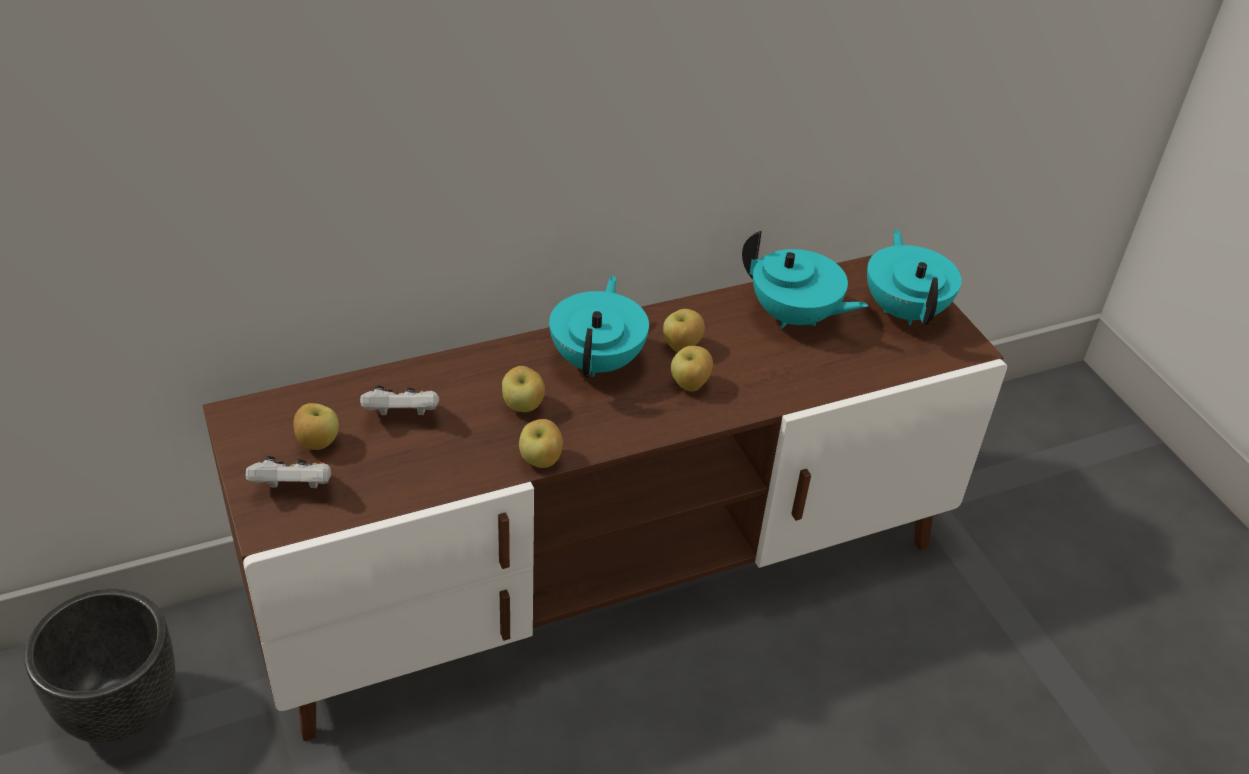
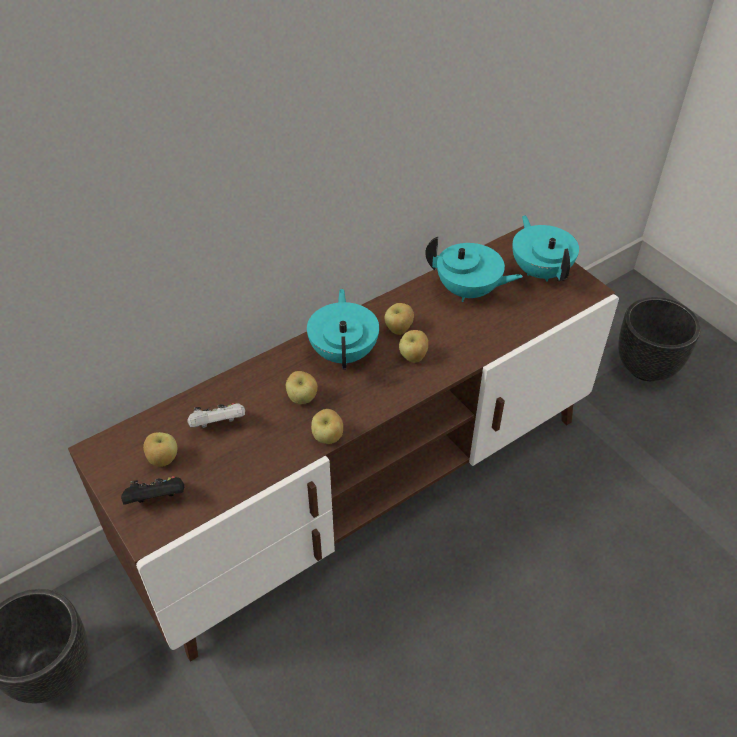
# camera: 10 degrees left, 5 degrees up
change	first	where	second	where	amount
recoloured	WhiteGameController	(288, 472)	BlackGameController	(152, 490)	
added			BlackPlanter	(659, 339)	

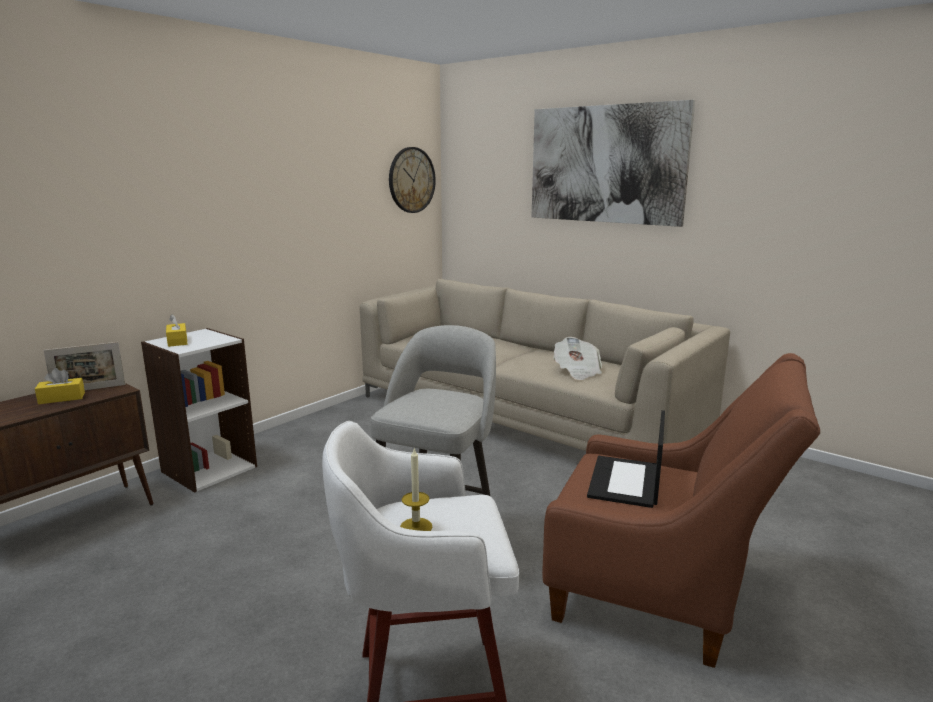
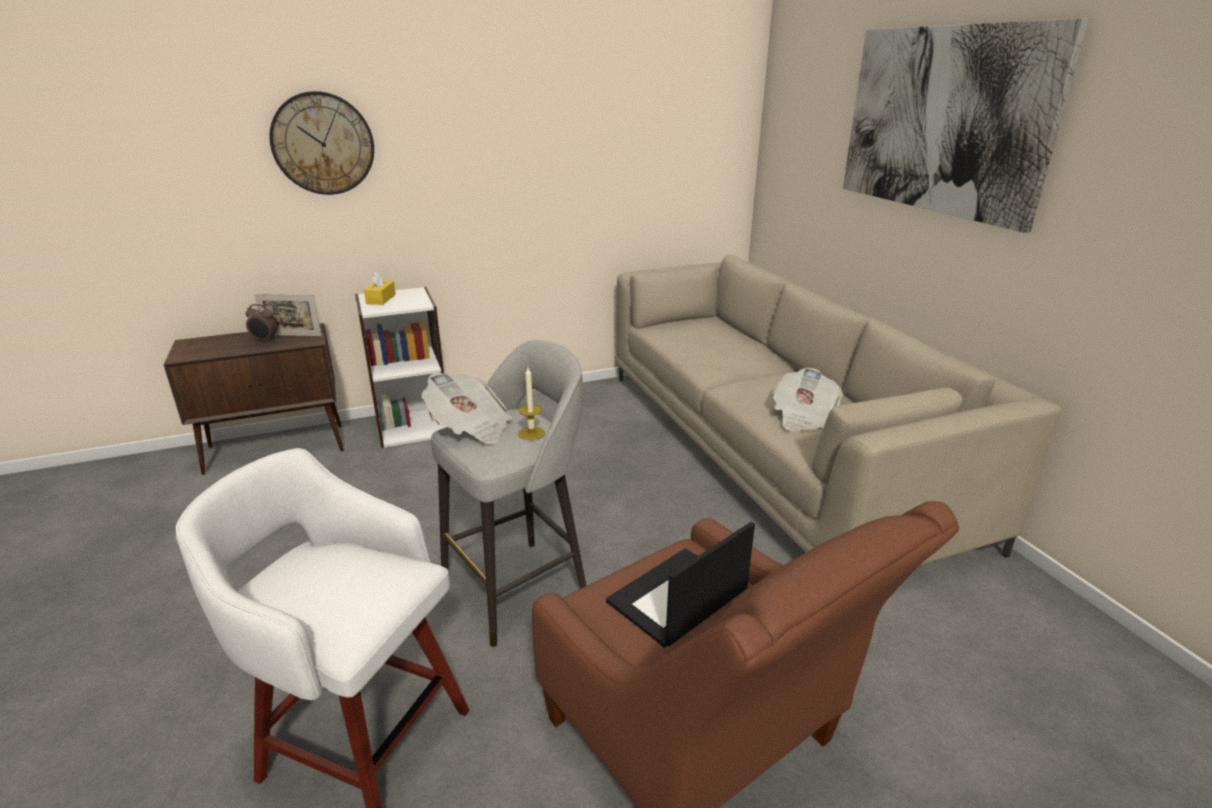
# camera: 30 degrees right, 10 degrees up
change	first	where	second	where	amount
replaced	YellowTissueBox	(60, 386)	AlarmClock	(261, 323)	
moved	WallClock	(412, 180)		(321, 143)	
added			Newspaper	(466, 408)	
moved	Candle	(416, 489)		(531, 404)	

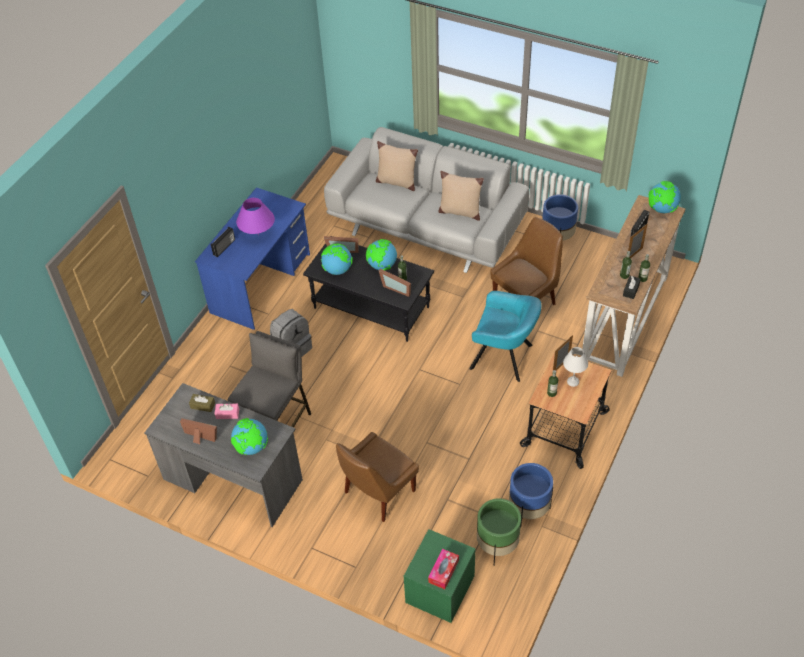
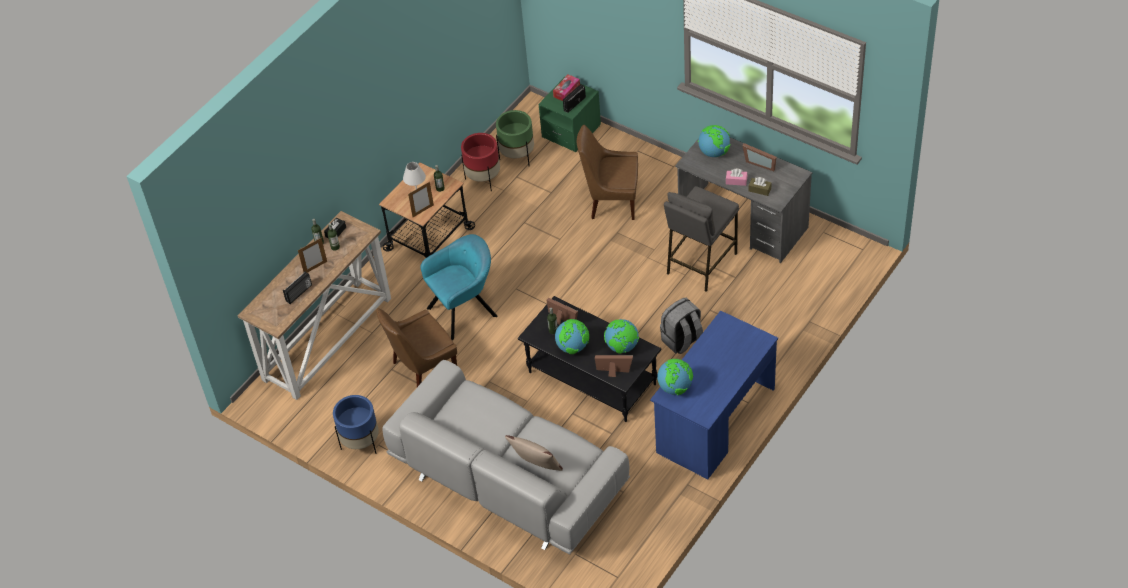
# camera: 170 degrees left, 0 degrees up
change	first	where	second	where	amount
turned	TurquoiseArmchair	(505, 336)		(458, 287)	120 degrees clockwise
recoloured	BluePlanter	(531, 495)	RedPlanter	(480, 162)	
moved	Radio	(223, 242)		(574, 98)	
turned	BrownChair	(377, 477)		(607, 172)	135 degrees counterclockwise
moved	Globe	(665, 197)		(675, 377)	
removed	PurpleTableLamp	(255, 216)			
removed	BeigePillow	(461, 196)			

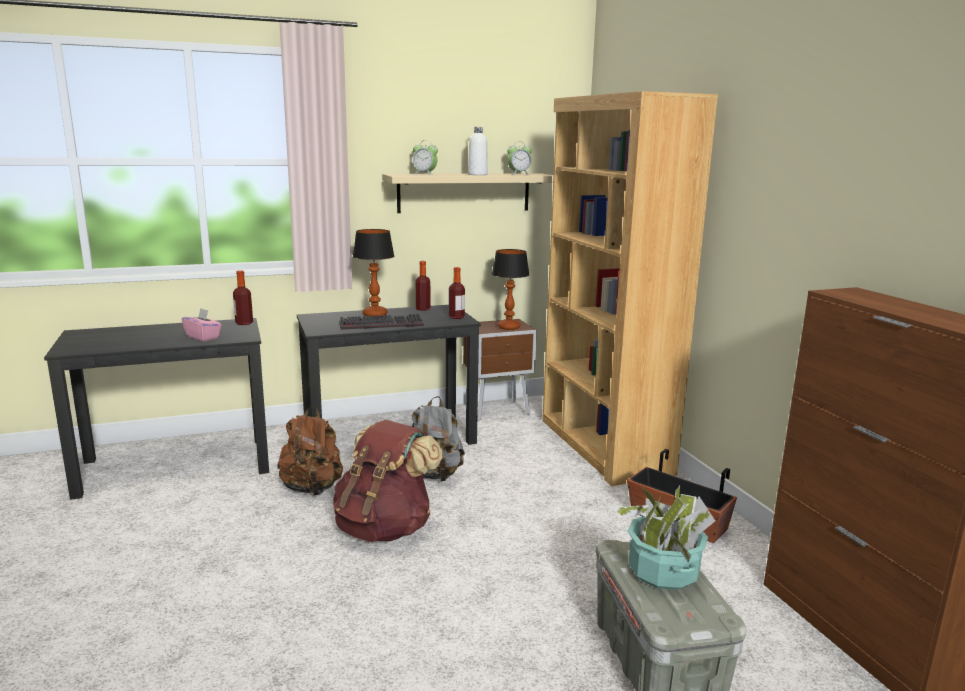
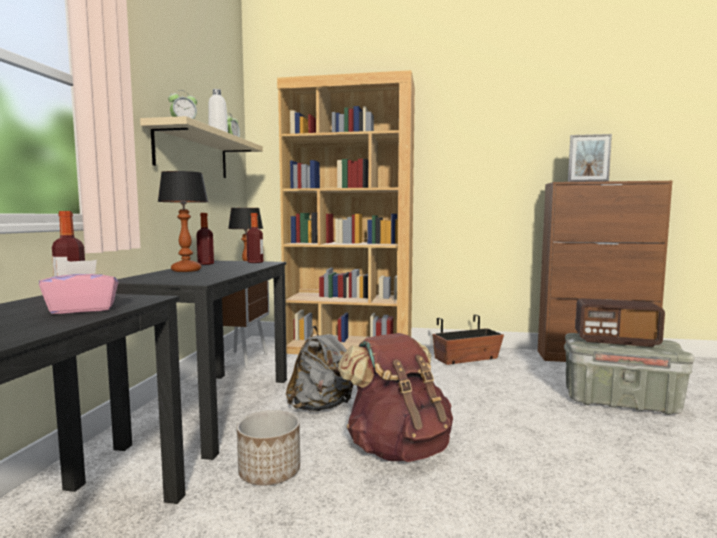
# camera: 60 degrees left, 10 degrees down
change	first	where	second	where	amount
replaced	BrownBackpack	(310, 451)	Planter	(268, 448)	
added			PictureFrame	(590, 158)	
replaced	PottedPlant	(663, 538)	Radio	(620, 322)	
removed	Keyboard	(381, 322)			

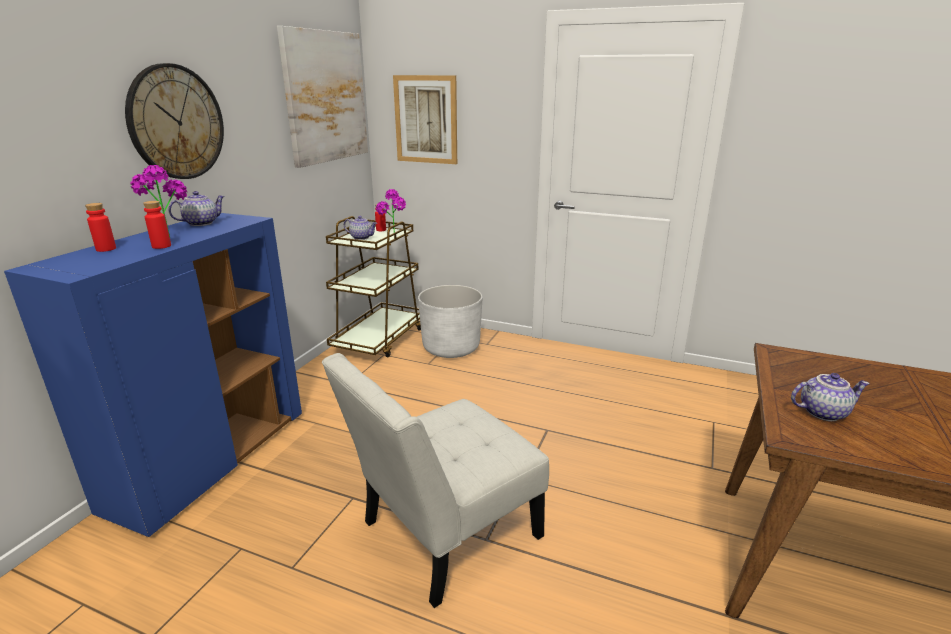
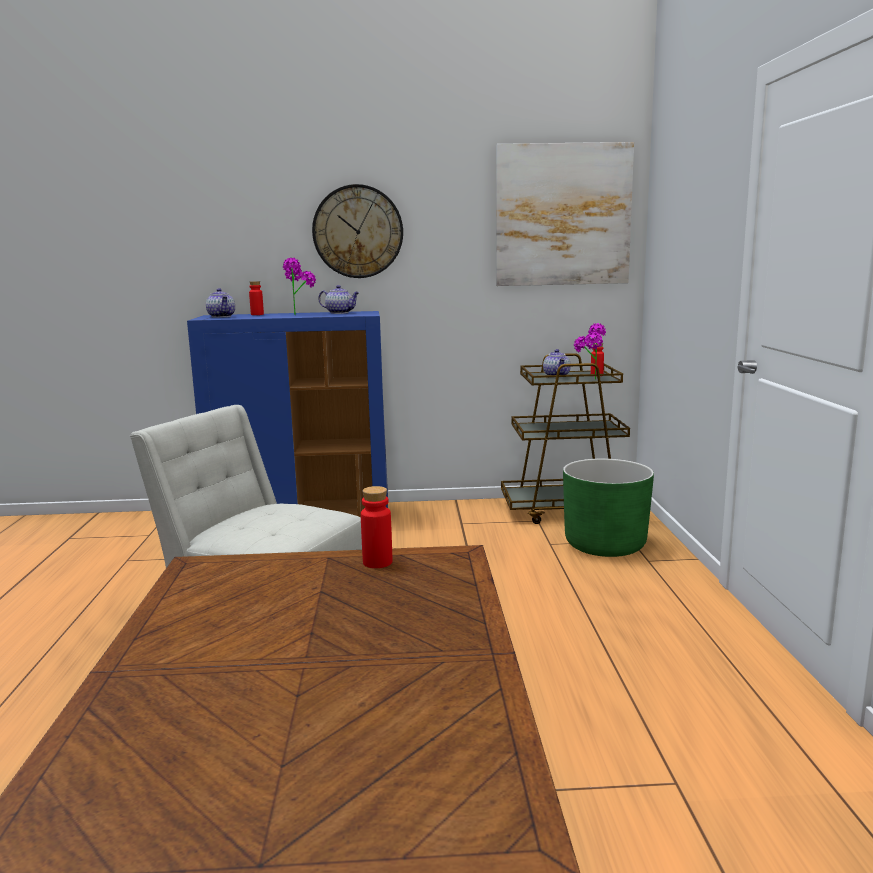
# camera: 65 degrees right, 10 degrees down
change	first	where	second	where	amount
moved	Teapot	(830, 397)		(220, 303)	
moved	RedBottle	(157, 225)		(376, 527)	
recoloured	WhitePlanter	(450, 321)	GreenPlanter	(608, 507)	
removed	Picture	(425, 119)			

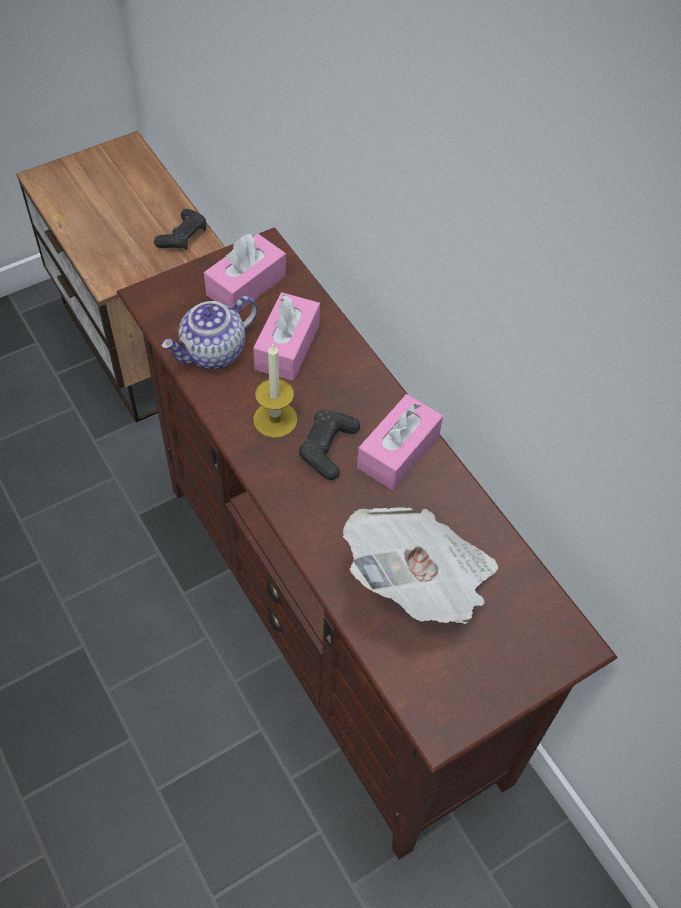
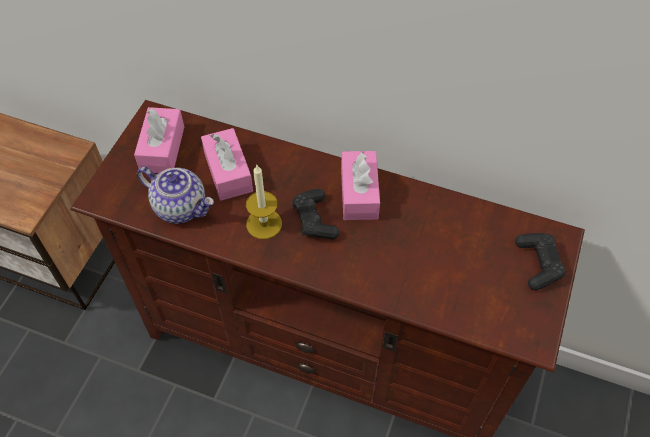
# camera: 35 degrees left, 0 degrees up
change	first	where	second	where	amount
turned	Teapot	(209, 332)		(175, 195)	75 degrees counterclockwise
moved	BlackGameController	(180, 229)		(540, 262)	
removed	Newspaper	(420, 565)			

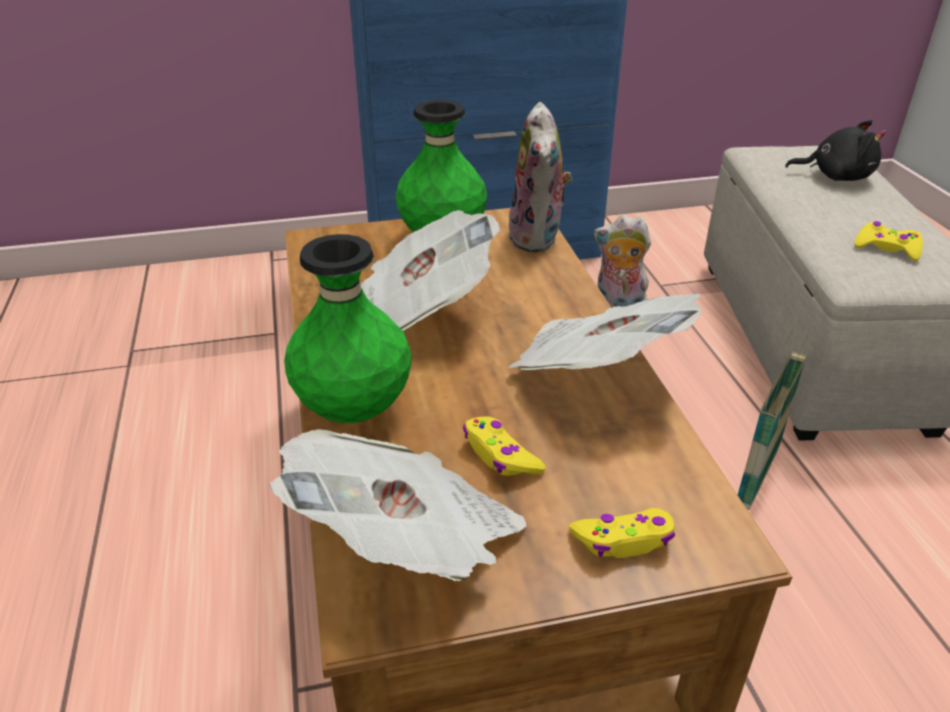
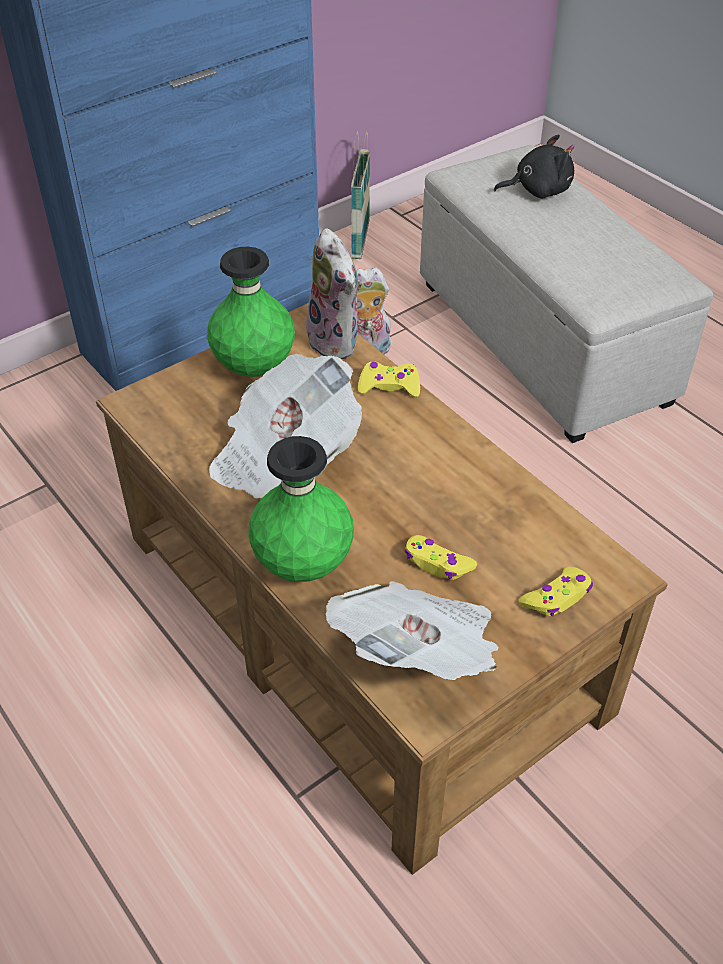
# camera: 25 degrees left, 10 degrees up
change	first	where	second	where	amount
moved	Basket	(773, 420)		(360, 195)	
moved	YellowGameController	(888, 241)		(389, 379)	
removed	Newspaper	(604, 332)			

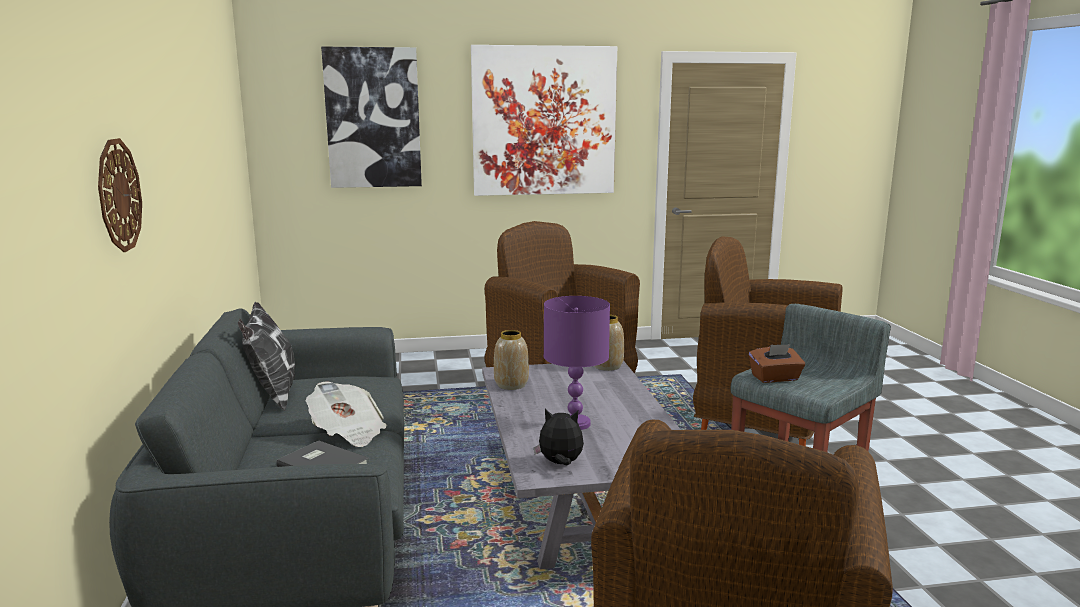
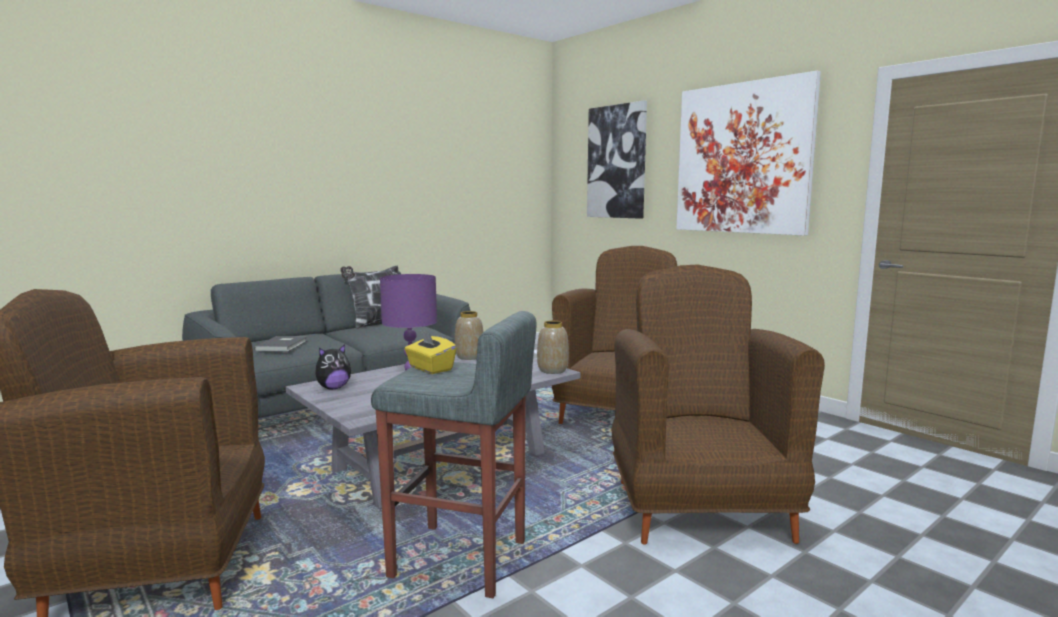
# camera: 60 degrees right, 5 degrees down
change	first	where	second	where	amount
turned	PlushToy	(559, 437)		(333, 366)	75 degrees clockwise
recoloured	BrownTissueBox	(777, 363)	YellowTissueBox	(431, 352)	
removed	WallClock	(120, 195)			
removed	Newspaper	(346, 414)			

